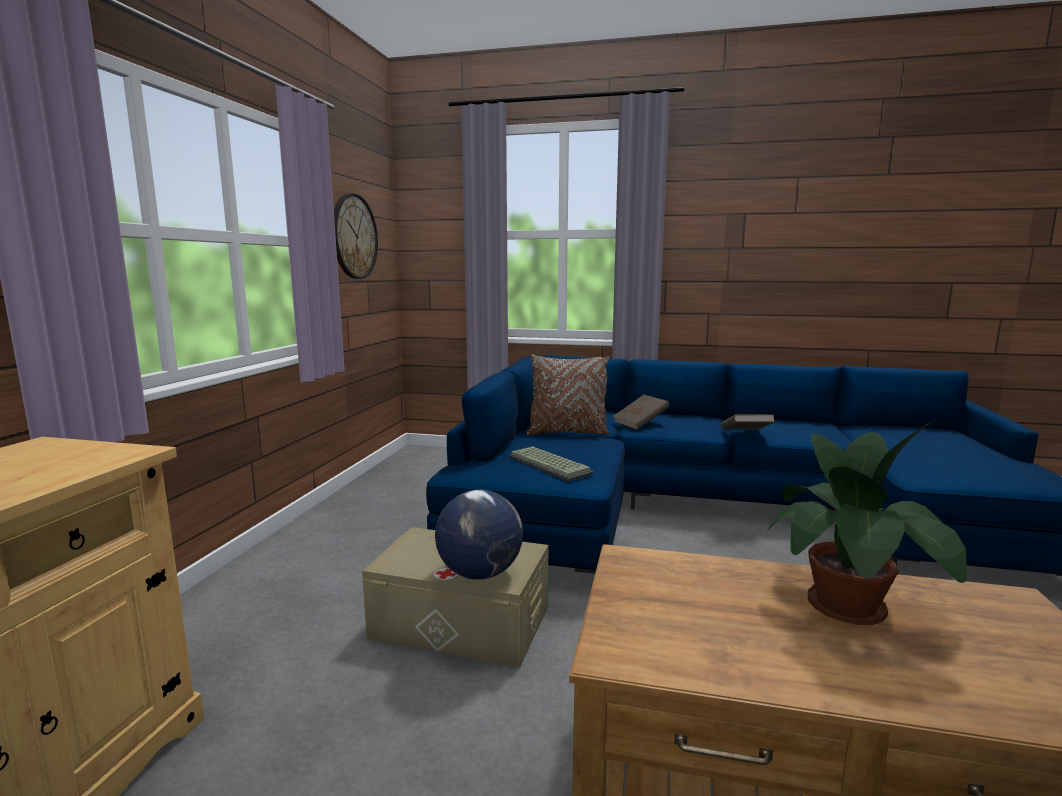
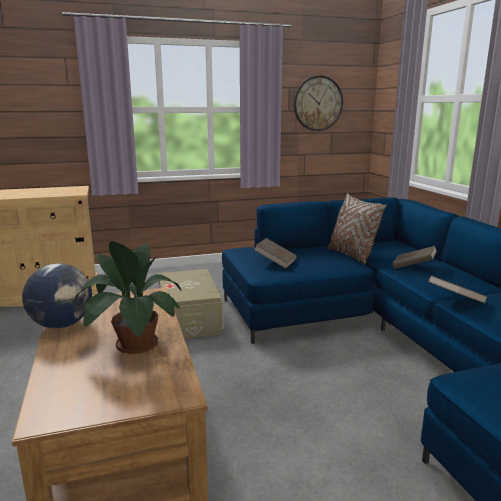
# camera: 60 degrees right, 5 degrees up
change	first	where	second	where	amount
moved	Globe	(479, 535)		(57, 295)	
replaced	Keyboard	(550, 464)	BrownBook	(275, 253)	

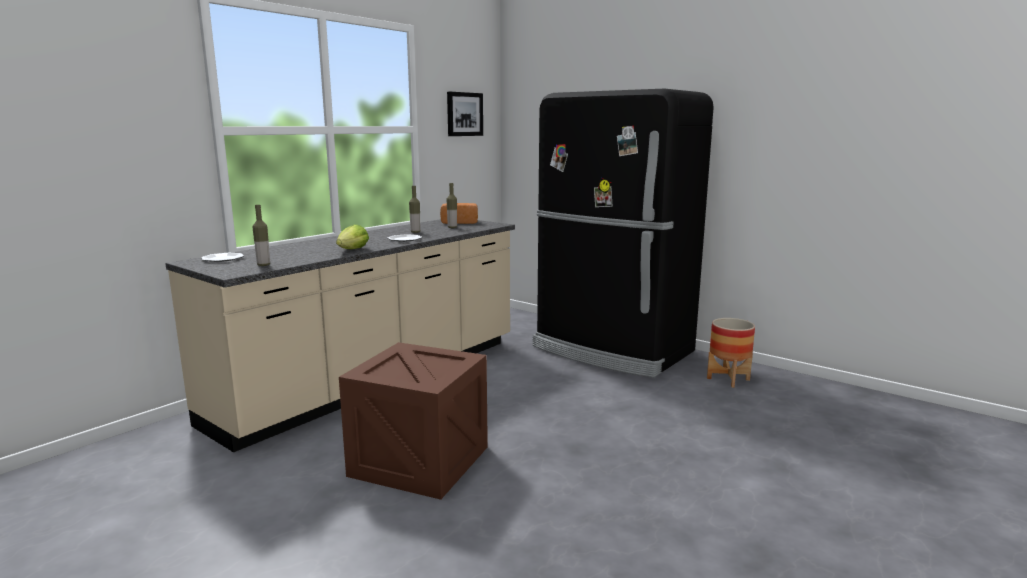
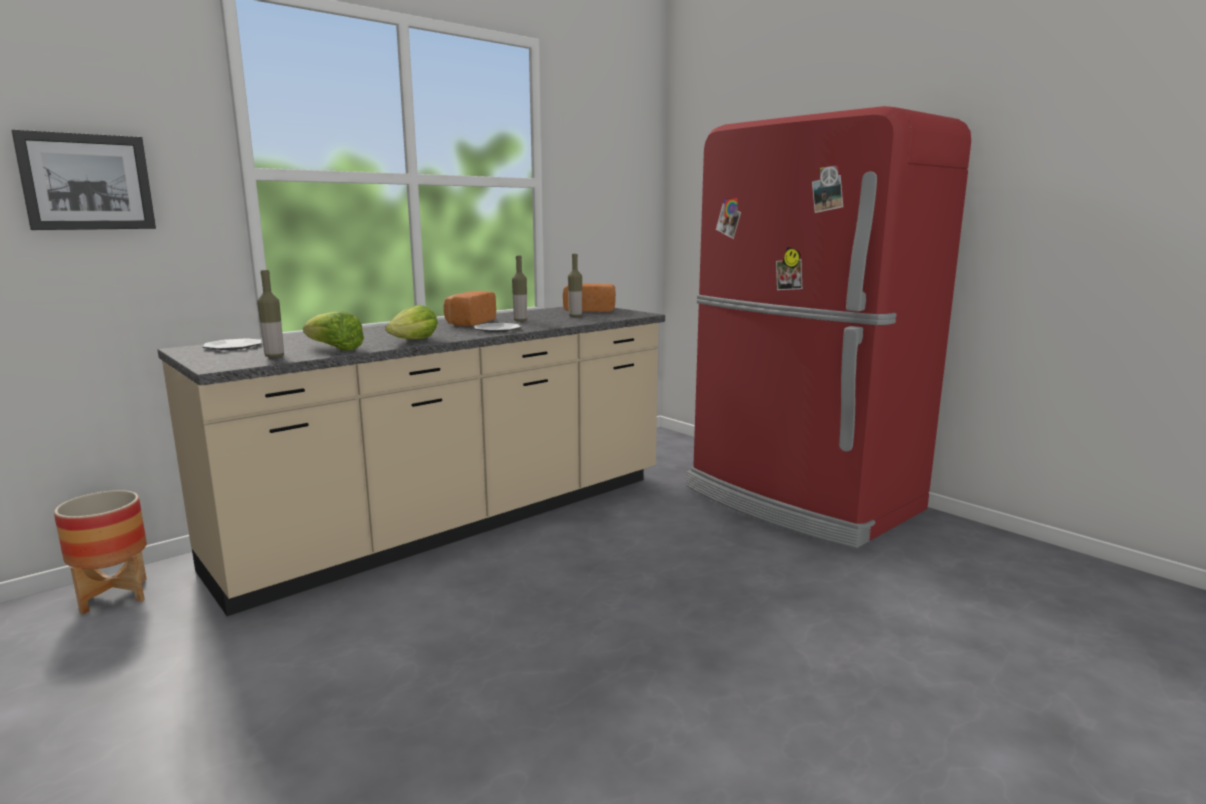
# camera: 10 degrees right, 0 degrees up
change	first	where	second	where	amount
moved	Picture	(465, 113)		(83, 180)	
moved	Planter	(731, 353)		(100, 552)	
added			Lettuce	(333, 330)	
added			Bread	(469, 308)	
recoloured	BlackFridge	(623, 233)	RedFridge	(828, 327)	
removed	Crate	(413, 421)			

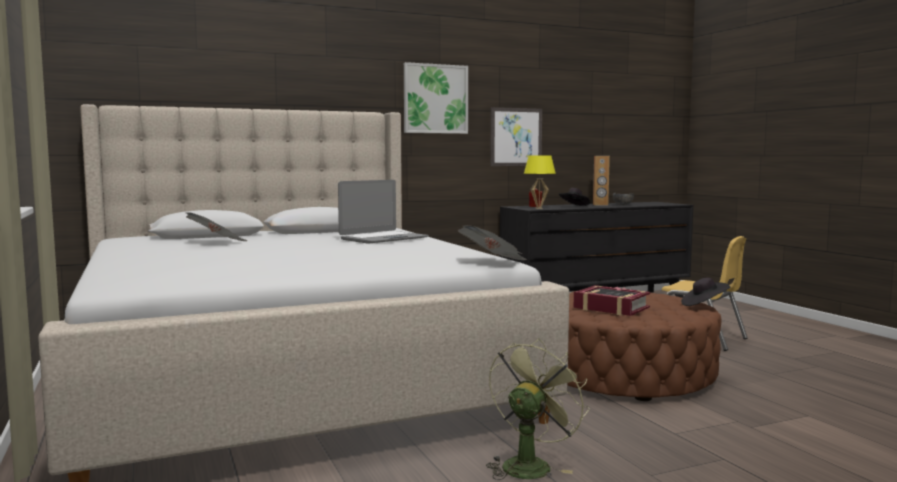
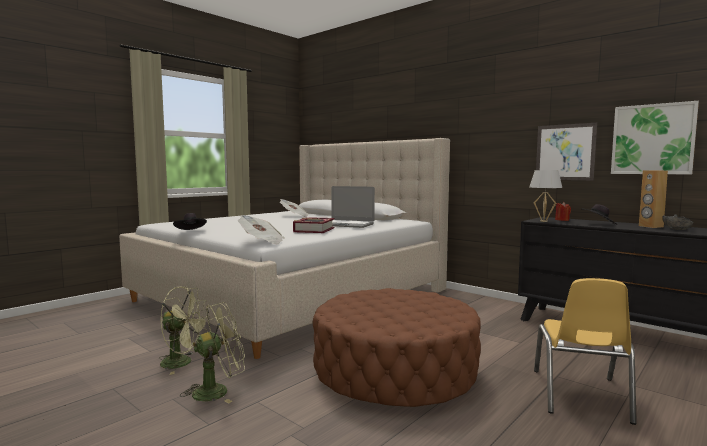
# camera: 65 degrees right, 0 degrees up
change	first	where	second	where	amount
moved	BlackHat	(705, 292)		(190, 221)	
added			GreenFan	(212, 352)	
moved	Book	(612, 300)		(314, 225)	
recoloured	YellowTableLamp	(540, 182)	WhiteTableLamp	(545, 196)	
moved	Picture	(436, 98)		(655, 137)	

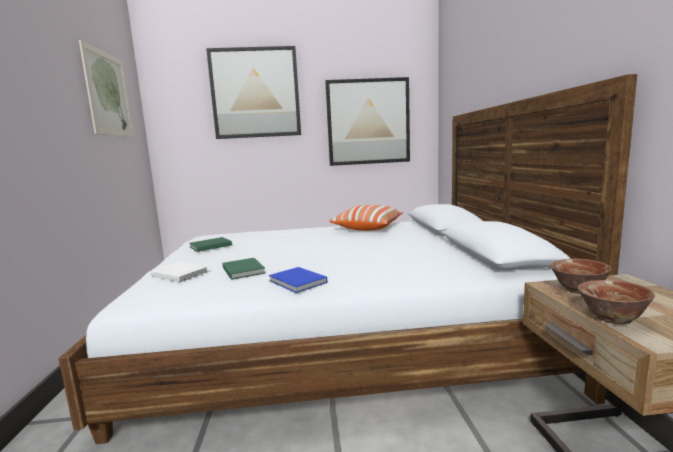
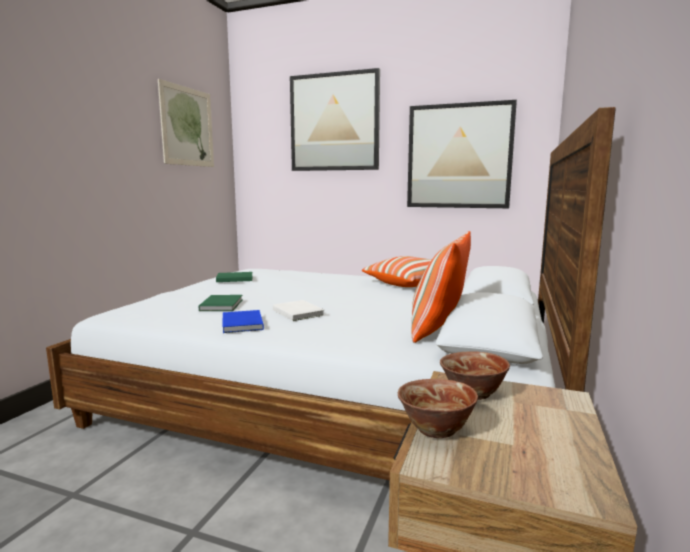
# camera: 25 degrees right, 0 degrees up
change	first	where	second	where	amount
moved	WhiteBook	(179, 272)		(299, 310)	
added			Pillow	(441, 287)	

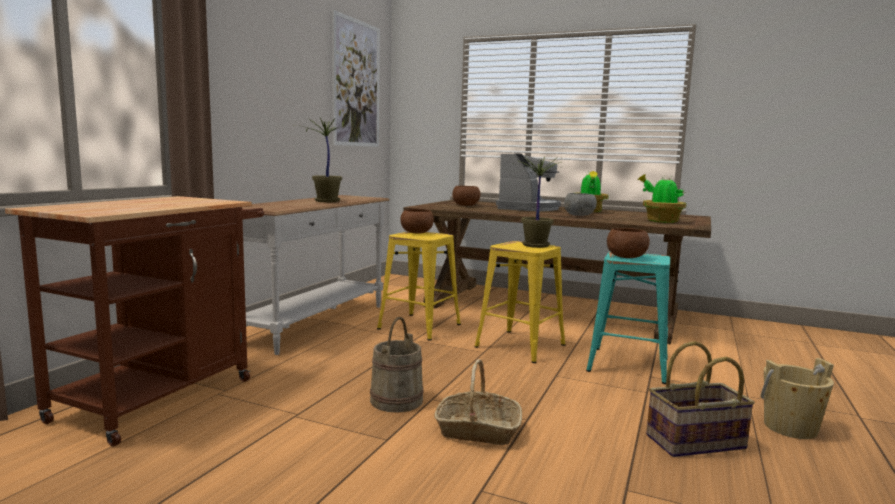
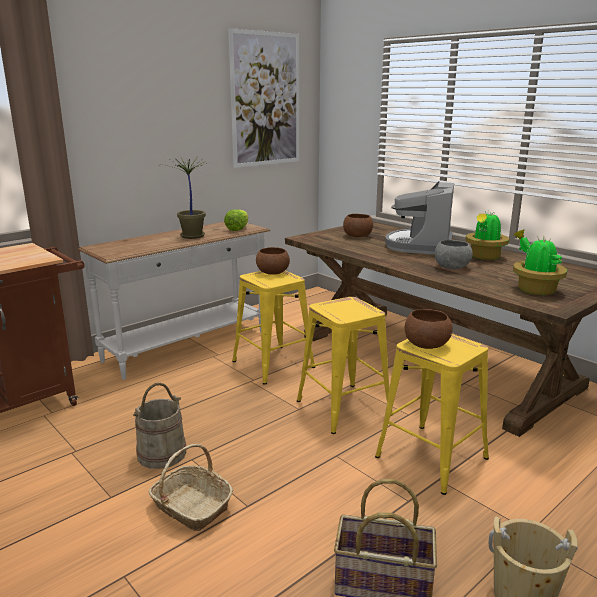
# camera: 25 degrees right, 10 degrees up
change	first	where	second	where	amount
added			Lettuce	(236, 220)	
recoloured	TurquoiseStool	(628, 317)	YellowStool	(432, 414)	
turned	CoffeeMachine	(528, 182)		(419, 218)	150 degrees clockwise
removed	PottedPlant	(542, 202)			

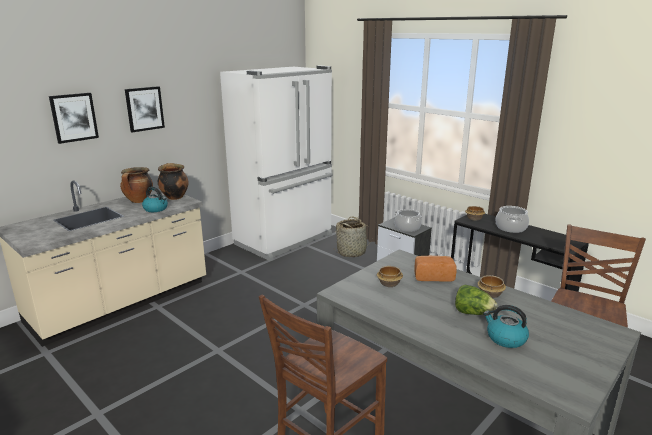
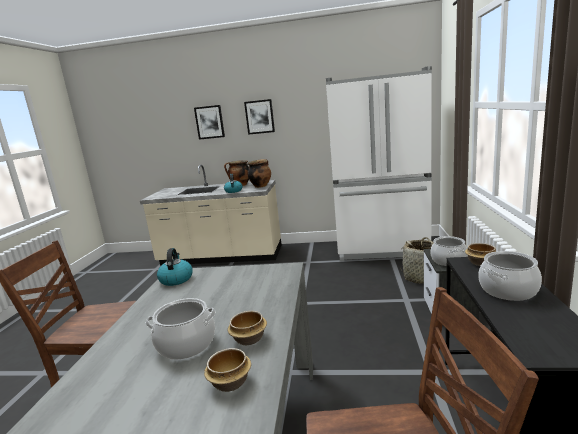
# camera: 55 degrees right, 5 degrees down
change	first	where	second	where	amount
replaced	Lettuce	(476, 300)	CookingPot	(180, 329)	
moved	Kettle	(506, 326)		(175, 267)	
moved	Bowl	(390, 276)		(227, 370)	
removed	Bread	(435, 269)			

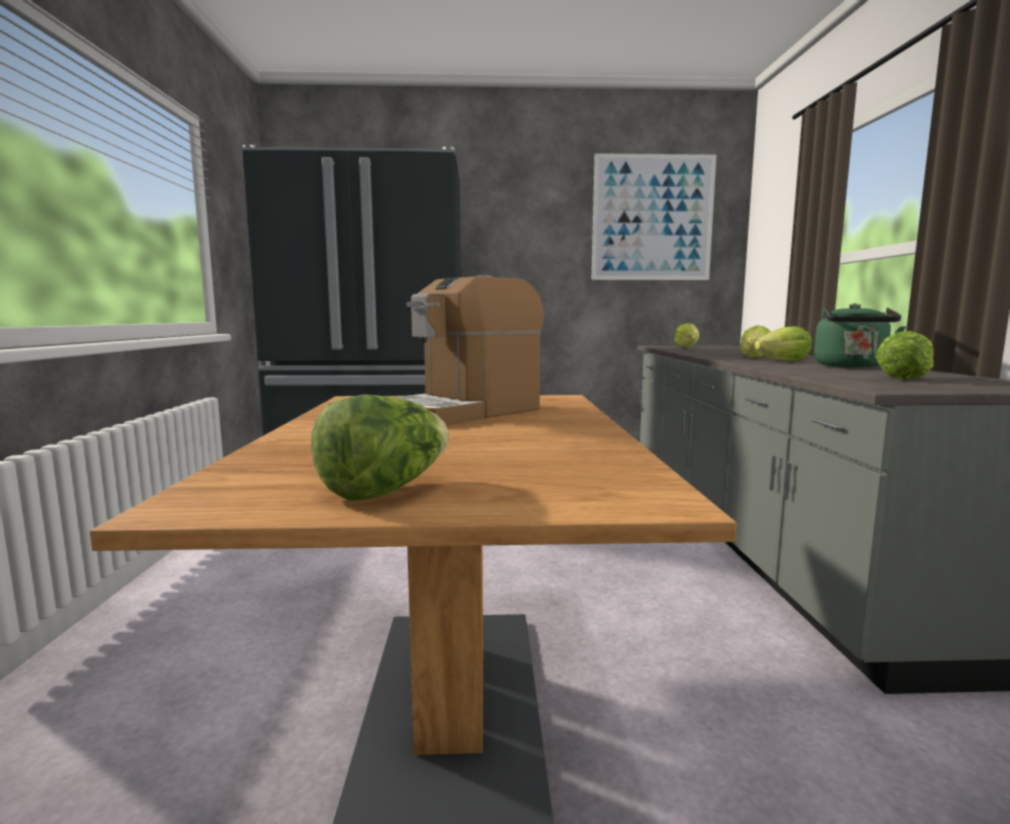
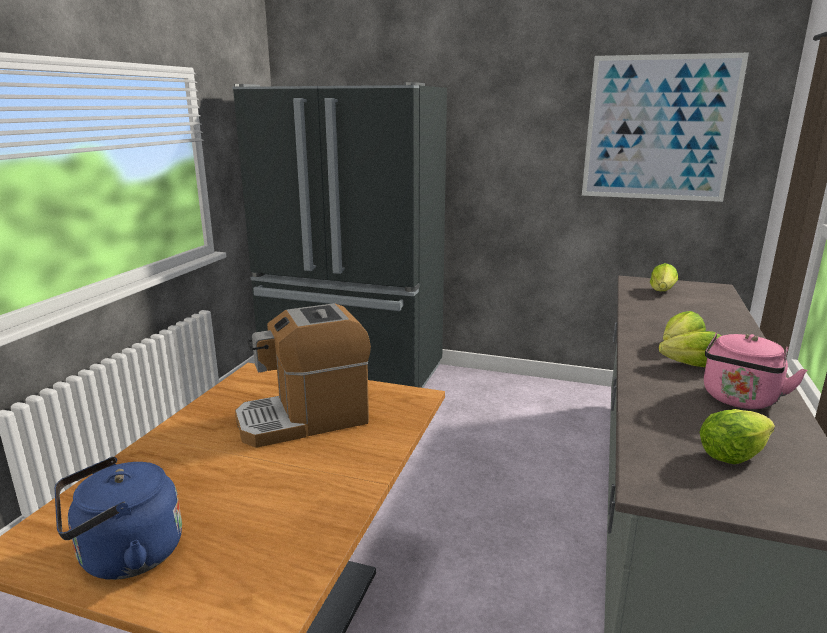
# camera: 20 degrees right, 10 degrees up
change	first	where	second	where	amount
replaced	Lettuce	(380, 448)	BlueKettle	(118, 518)	
recoloured	GreenKettle	(860, 335)	PinkKettle	(756, 370)	

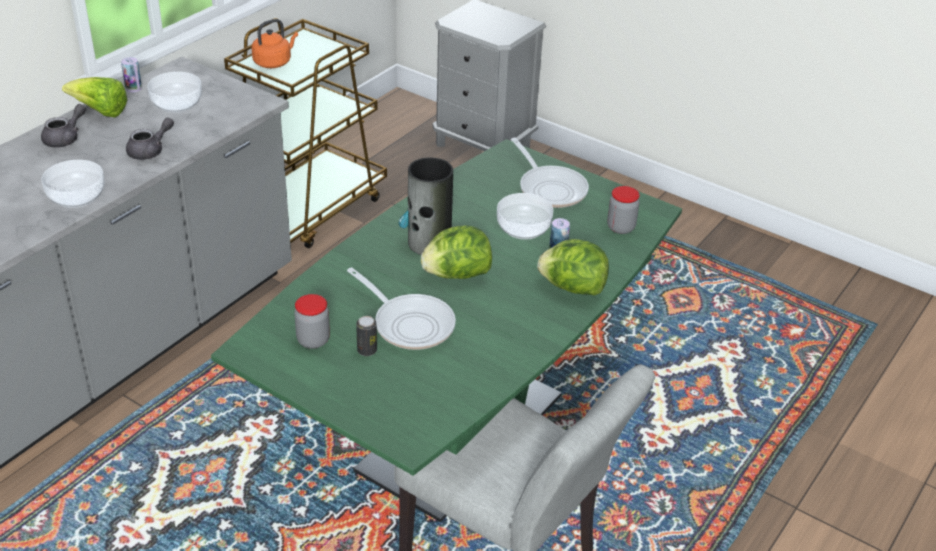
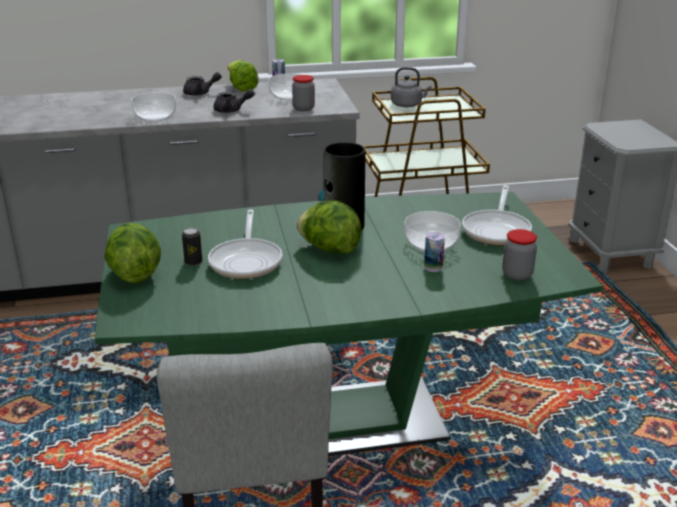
# camera: 45 degrees right, 10 degrees down
change	first	where	second	where	amount
moved	Lettuce	(573, 267)		(132, 253)	
moved	Jar	(312, 321)		(303, 93)	
recoloured	OrangeKettle	(274, 43)	GreyKettle	(411, 87)	

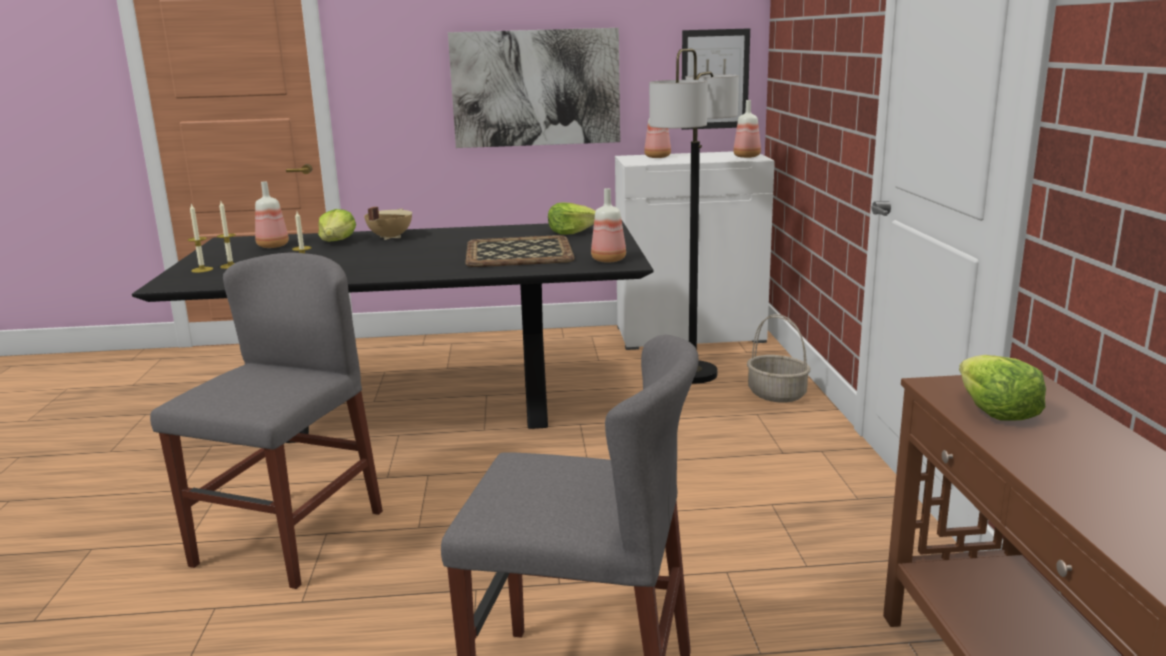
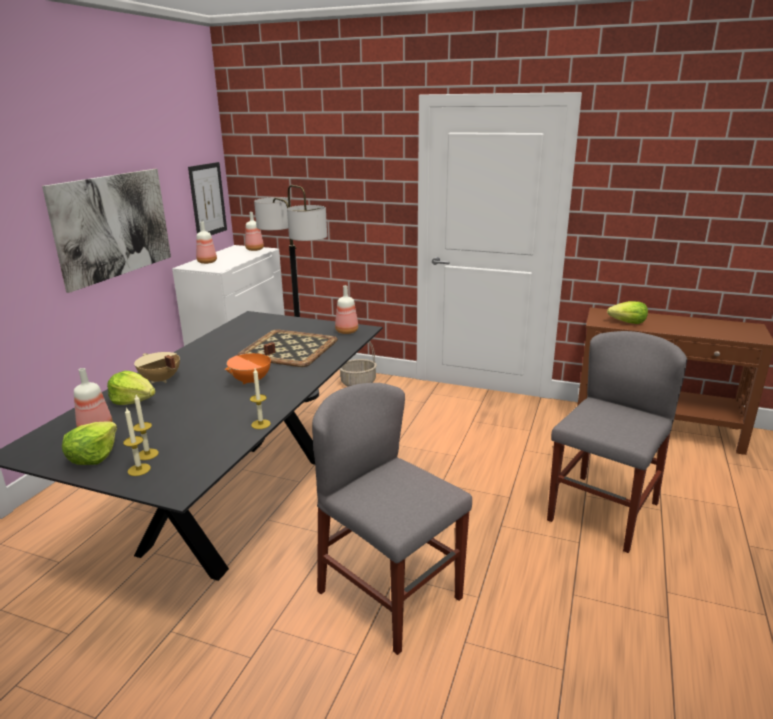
# camera: 65 degrees left, 5 degrees up
change	first	where	second	where	amount
moved	Lettuce	(572, 218)		(89, 443)	
added			OrangeCookingPot	(250, 363)	

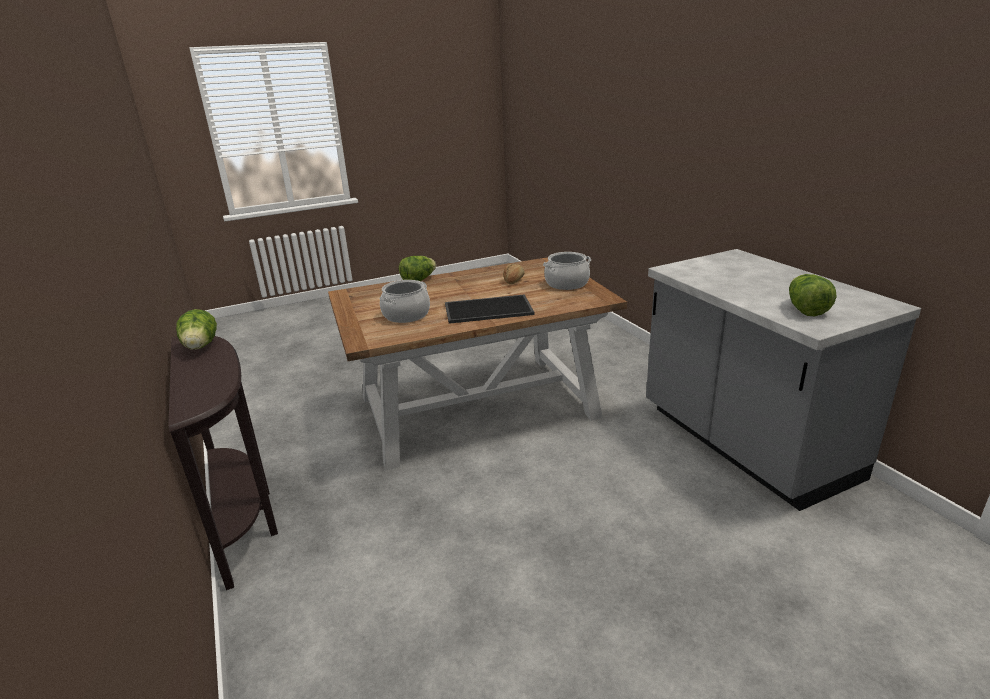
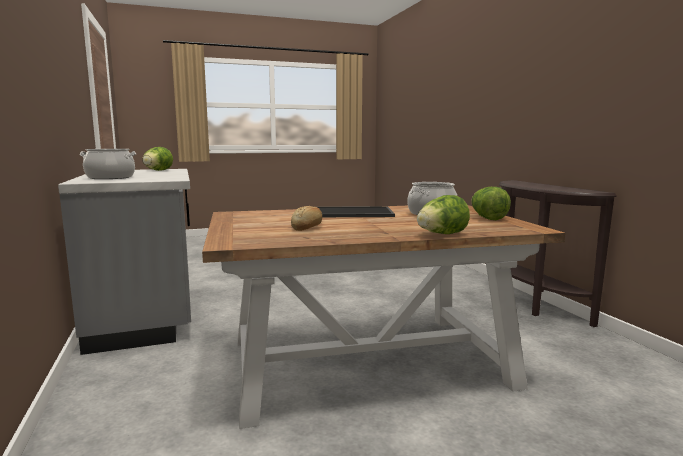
# camera: 175 degrees left, 15 degrees down
change	first	where	second	where	amount
moved	CookingPot	(567, 271)		(108, 164)	
moved	Lettuce	(196, 329)		(491, 203)	

